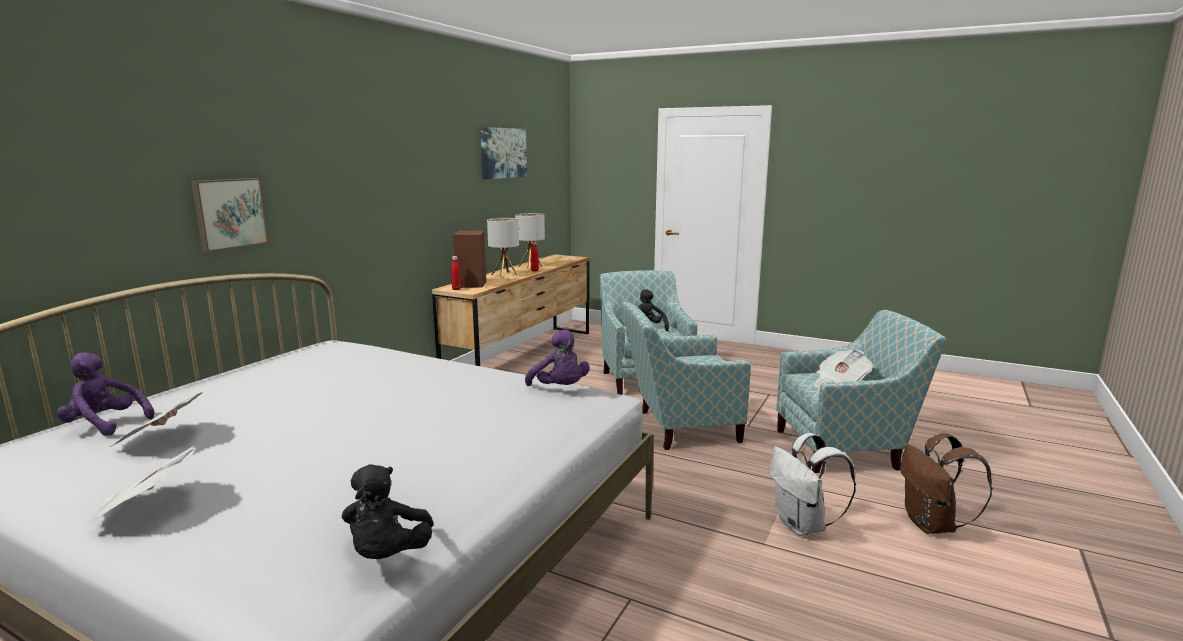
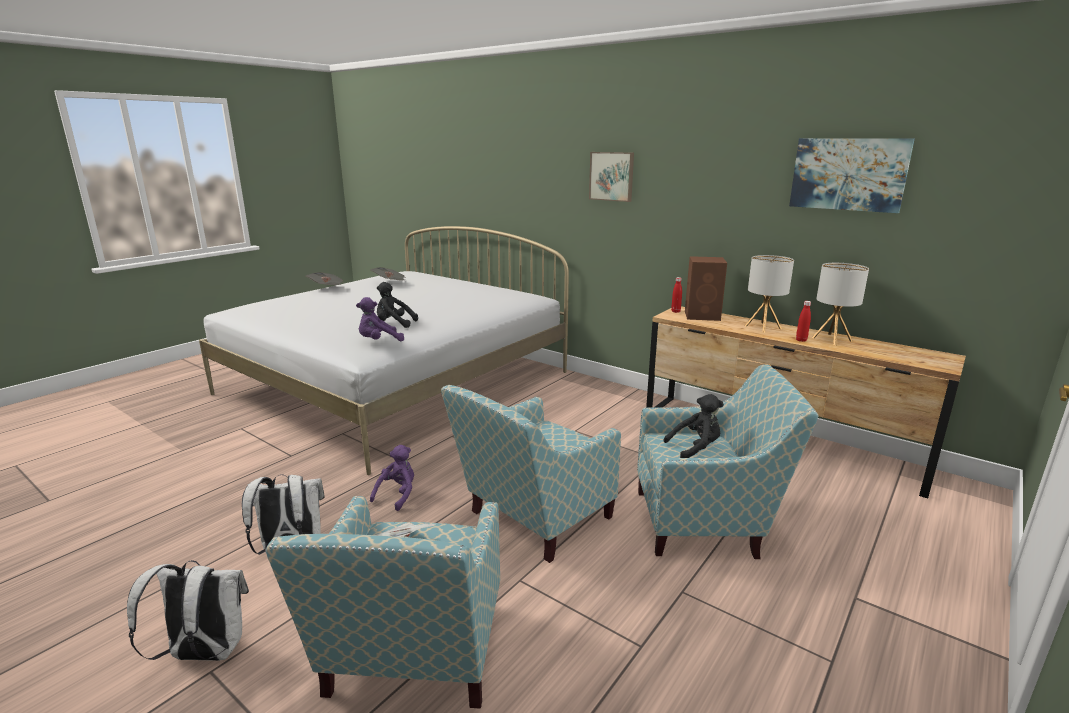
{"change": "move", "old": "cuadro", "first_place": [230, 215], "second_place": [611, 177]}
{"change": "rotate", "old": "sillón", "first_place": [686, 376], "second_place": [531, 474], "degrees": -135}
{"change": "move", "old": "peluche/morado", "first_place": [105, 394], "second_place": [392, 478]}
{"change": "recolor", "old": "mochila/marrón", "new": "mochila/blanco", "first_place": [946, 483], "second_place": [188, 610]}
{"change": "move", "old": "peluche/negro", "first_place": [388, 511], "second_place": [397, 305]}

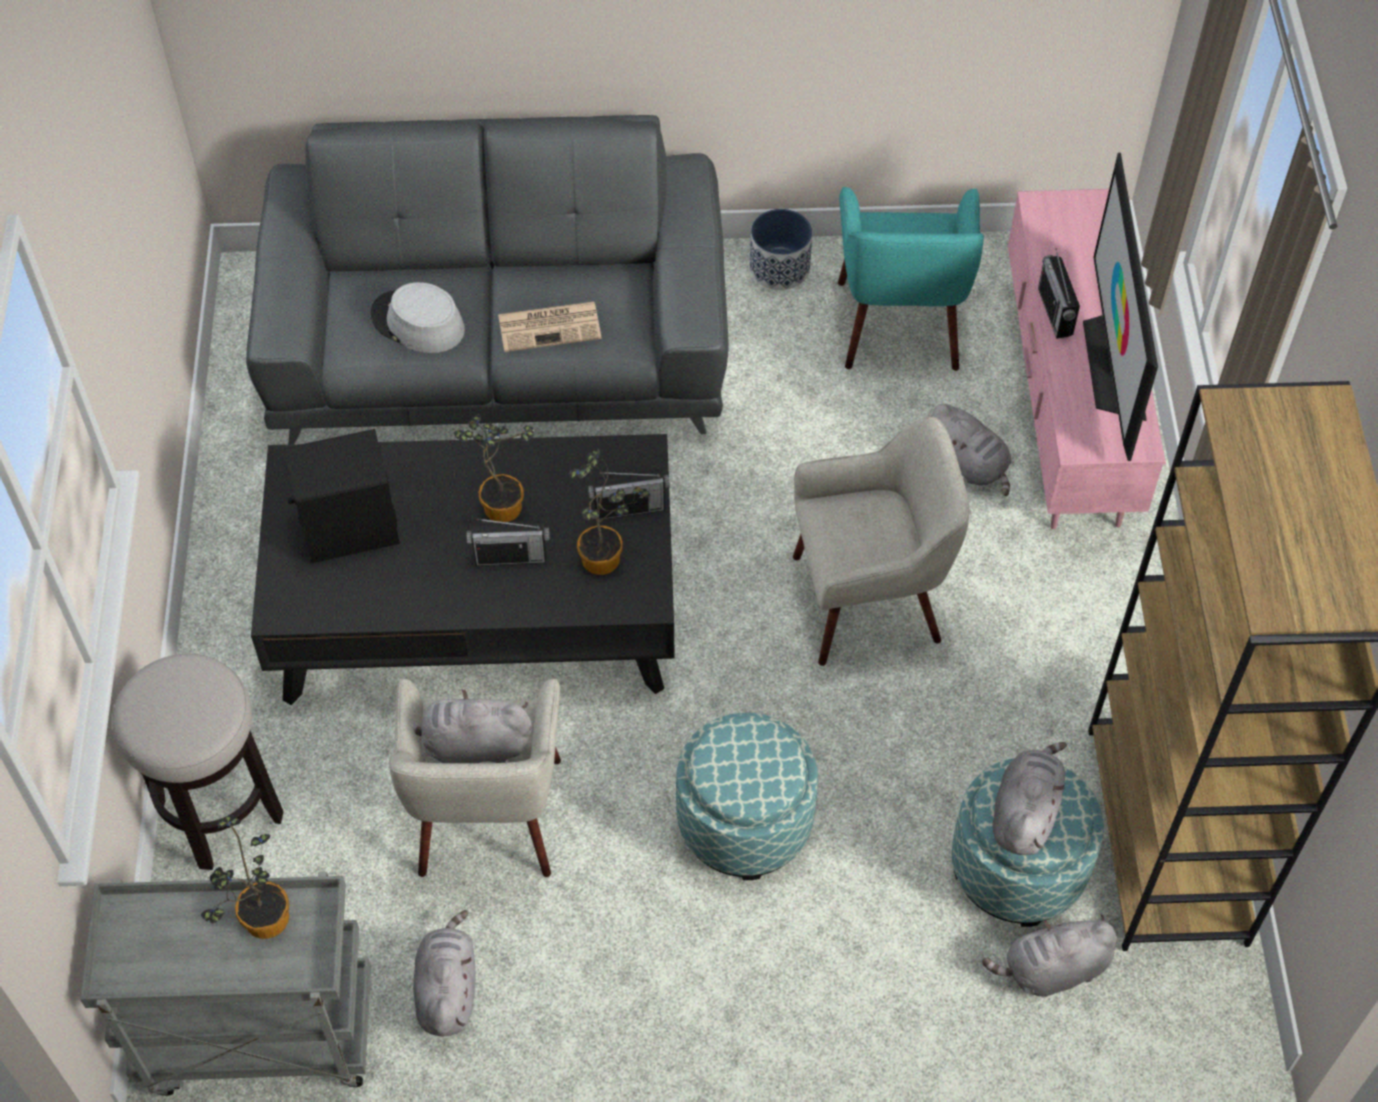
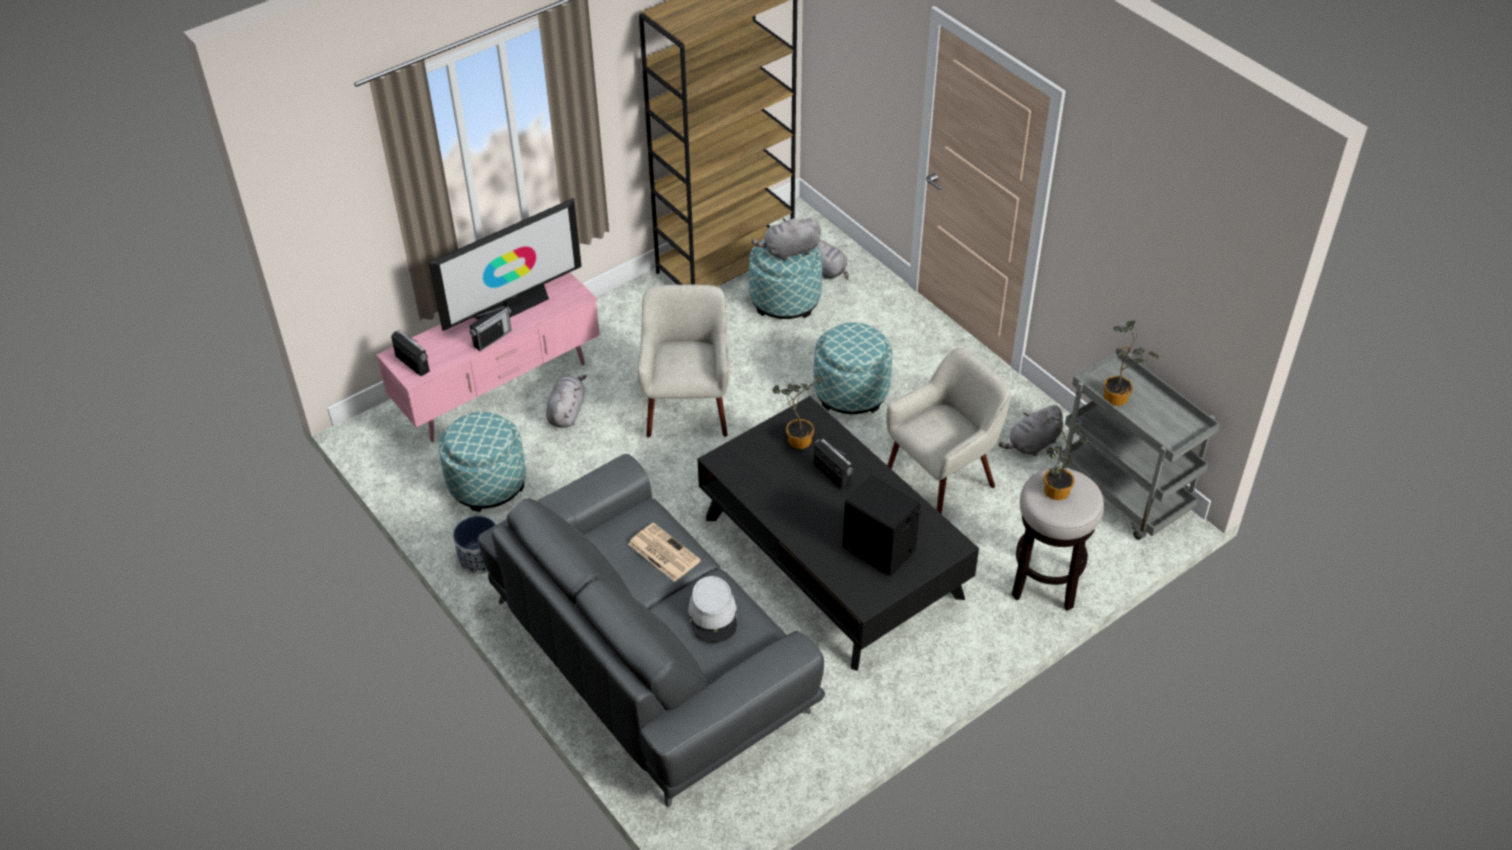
{"change": "replace", "old": "sillón/turquesa", "new": "puf", "first_place": [911, 279], "second_place": [482, 462]}
{"change": "move", "old": "planta en maceta", "first_place": [494, 468], "second_place": [1066, 458]}
{"change": "rotate", "old": "sillón/beis", "first_place": [881, 541], "second_place": [684, 361], "degrees": 45}
{"change": "move", "old": "radio", "first_place": [629, 494], "second_place": [410, 353]}
{"change": "delete", "old": "peluche/gris", "first_place": [472, 726]}

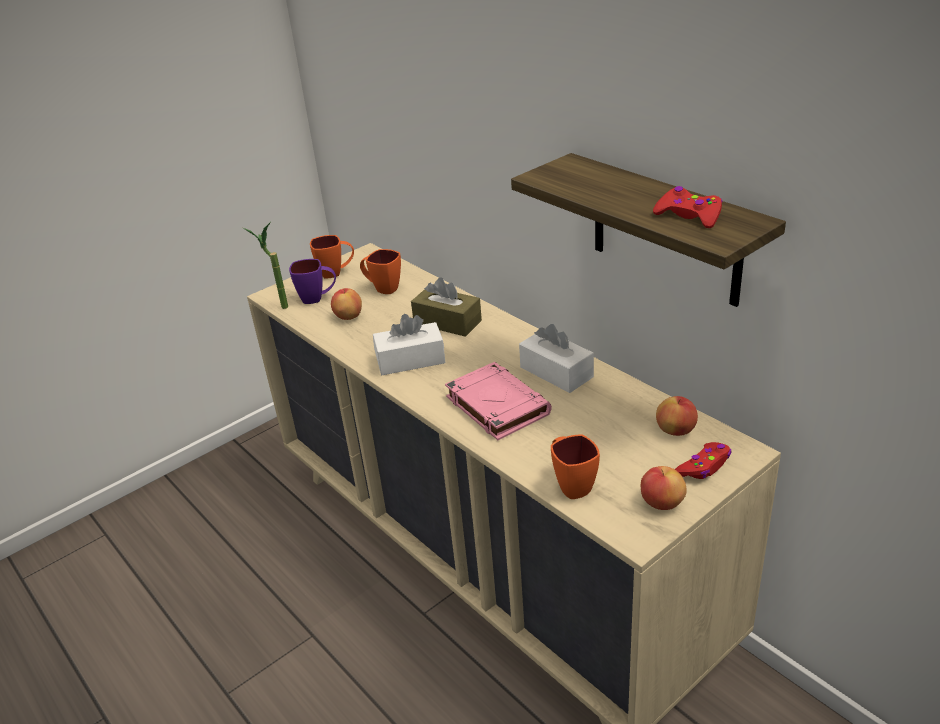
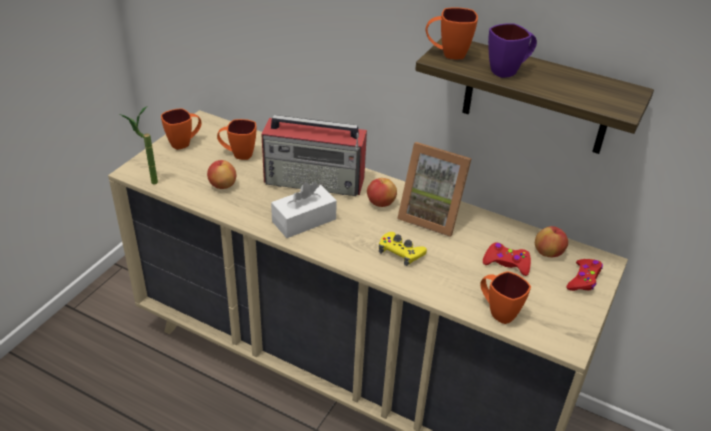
{"change": "move", "old": "mando de consola/rojo", "first_place": [688, 207], "second_place": [507, 259]}
{"change": "move", "old": "taza grande/morado", "first_place": [312, 281], "second_place": [512, 50]}
{"change": "replace", "old": "caja de pañuelos/marrón", "new": "radio", "first_place": [446, 307], "second_place": [314, 155]}
{"change": "replace", "old": "caja de pañuelos/blanco", "new": "portarretratos", "first_place": [556, 358], "second_place": [434, 189]}
{"change": "replace", "old": "libro/rosa", "new": "mando de consola/amarillo", "first_place": [498, 401], "second_place": [403, 249]}
{"change": "move", "old": "manzana", "first_place": [664, 488], "second_place": [382, 192]}
{"change": "insert", "new": "taza grande/naranja", "second_place": [452, 33]}

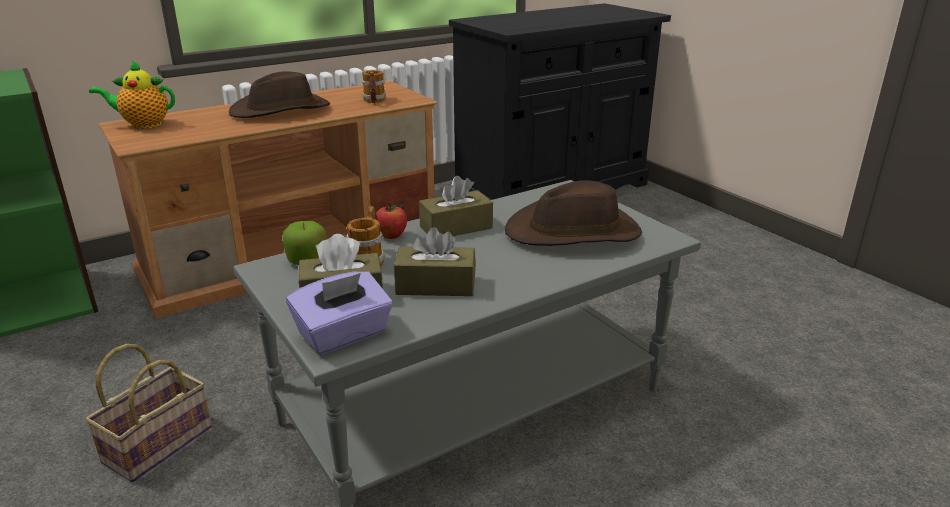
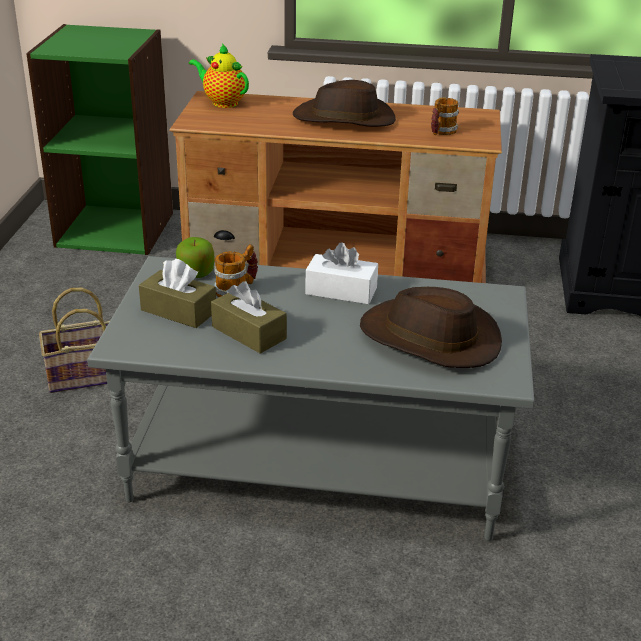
{"change": "recolor", "old": "caja de pañuelos/marrón", "new": "caja de pañuelos/blanco", "first_place": [456, 206], "second_place": [341, 273]}
{"change": "delete", "old": "manzana", "first_place": [391, 220]}
{"change": "delete", "old": "caja de pañuelos/morado", "first_place": [339, 313]}

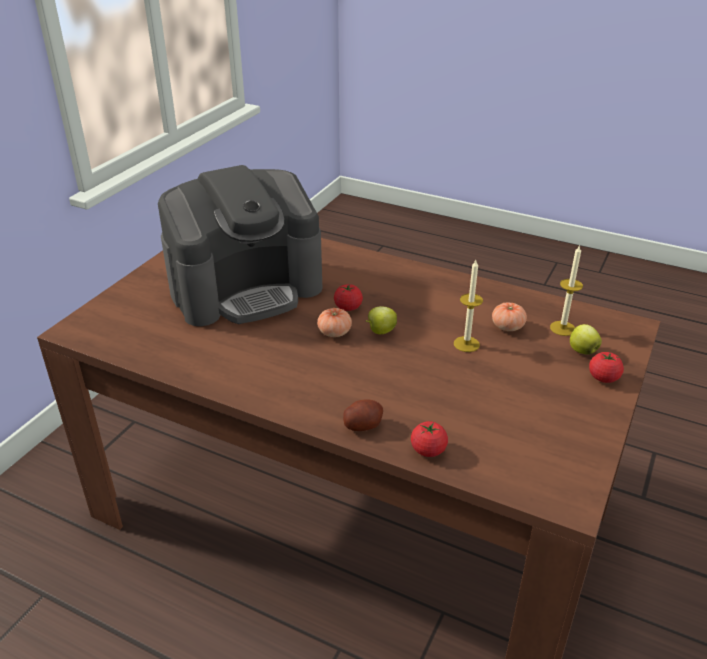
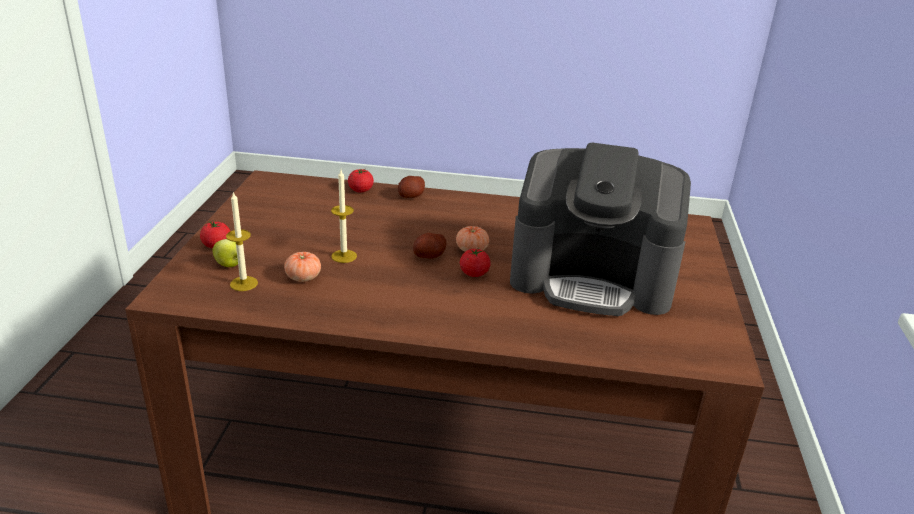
{"change": "rotate", "old": "cafetera", "first_place": [240, 245], "second_place": [600, 229], "degrees": -120}
{"change": "replace", "old": "manzana", "new": "patata", "first_place": [381, 320], "second_place": [429, 246]}

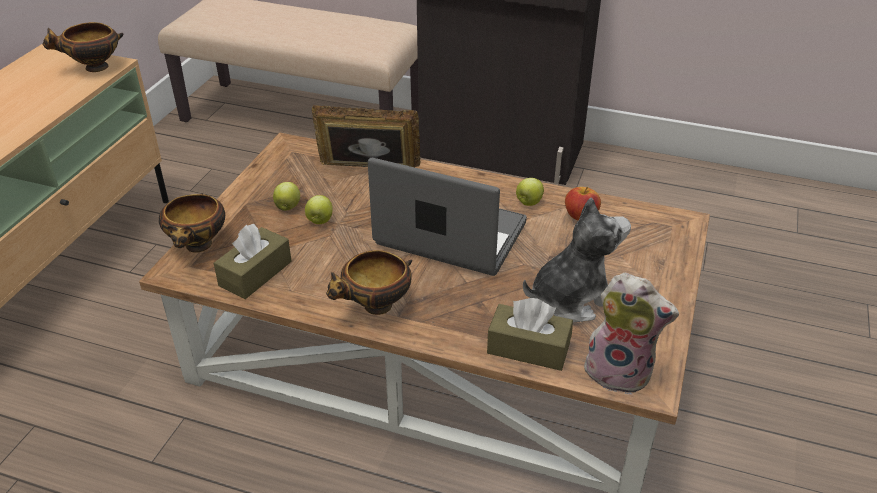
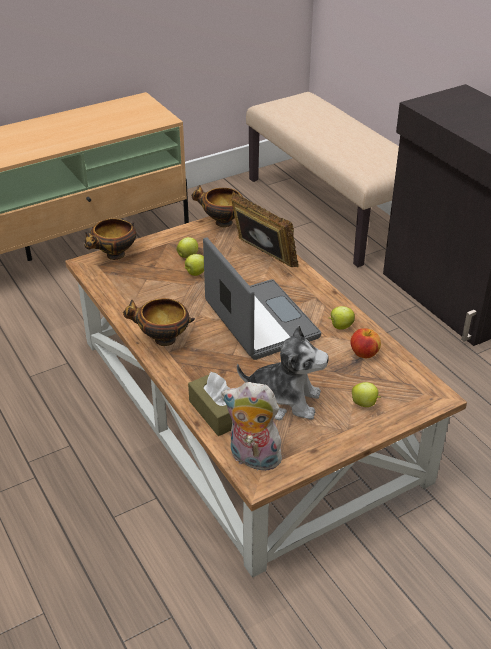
{"change": "move", "old": "cuenco", "first_place": [83, 47], "second_place": [217, 206]}
{"change": "delete", "old": "caja de pañuelos/marrón", "first_place": [253, 261]}
{"change": "rotate", "old": "peluche", "first_place": [631, 334], "second_place": [251, 426], "degrees": 135}
{"change": "insert", "new": "manzana", "second_place": [366, 394]}

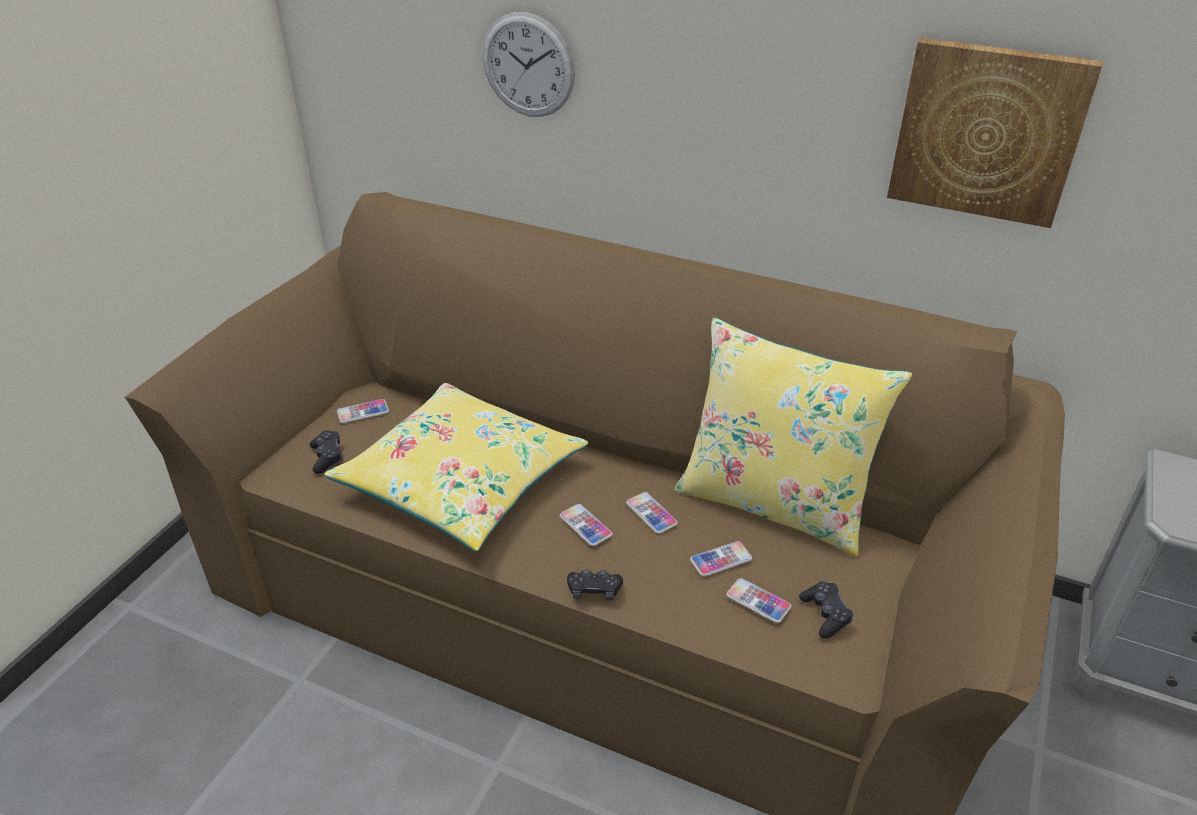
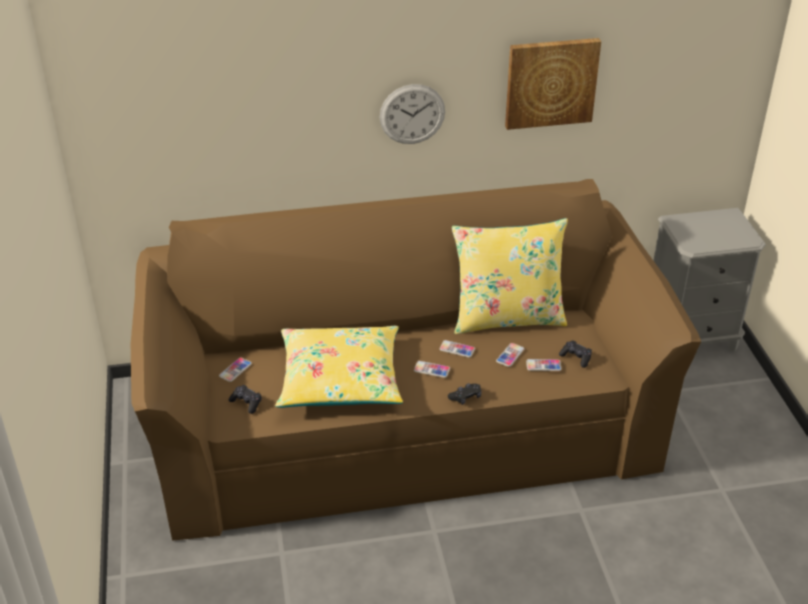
{"change": "move", "old": "reloj de pared", "first_place": [529, 64], "second_place": [412, 114]}

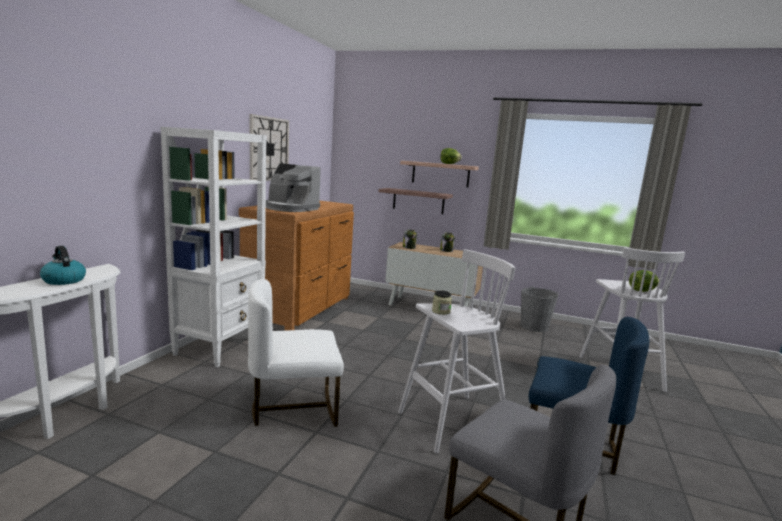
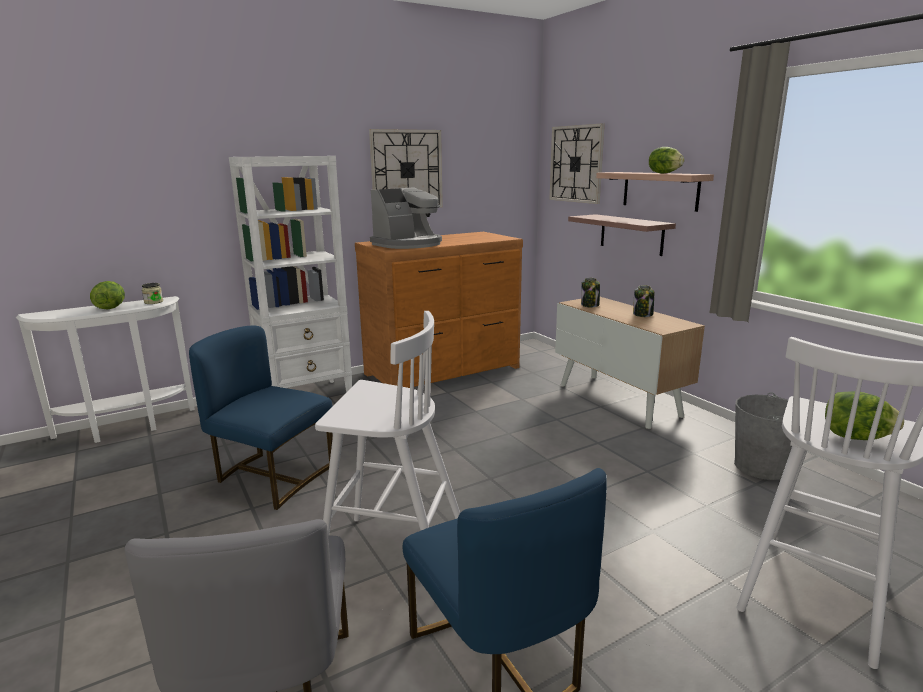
{"change": "rotate", "old": "cafetera", "first_place": [293, 187], "second_place": [406, 218], "degrees": -105}
{"change": "replace", "old": "hervidor", "new": "lechuga", "first_place": [63, 265], "second_place": [107, 295]}
{"change": "recolor", "old": "silla/blanco", "new": "silla/azul", "first_place": [296, 353], "second_place": [261, 418]}
{"change": "move", "old": "tarro", "first_place": [442, 302], "second_place": [152, 293]}
{"change": "insert", "new": "reloj de pared", "second_place": [577, 163]}

